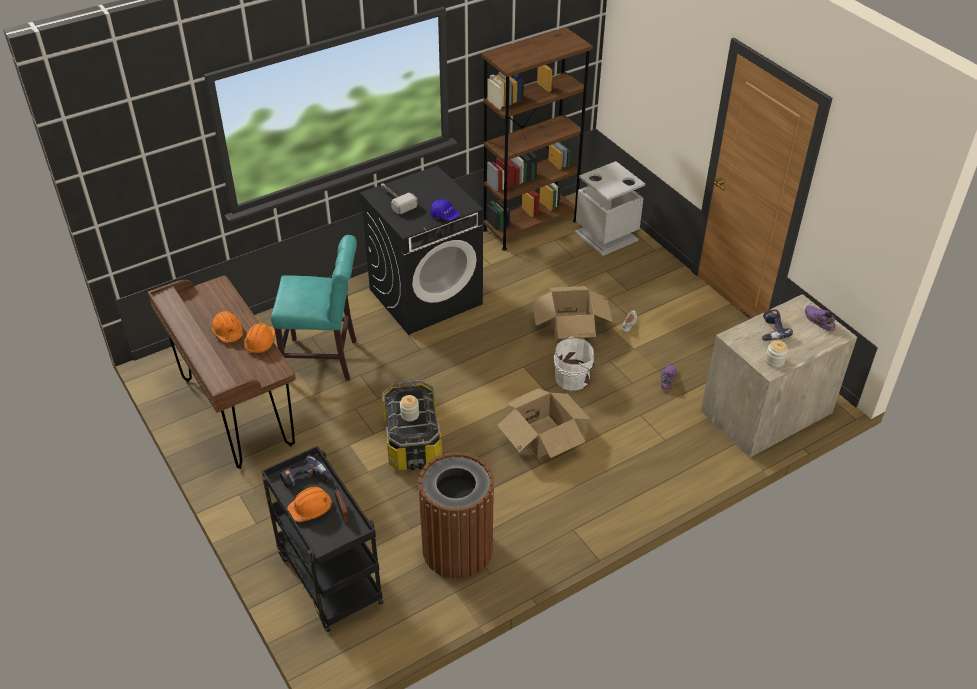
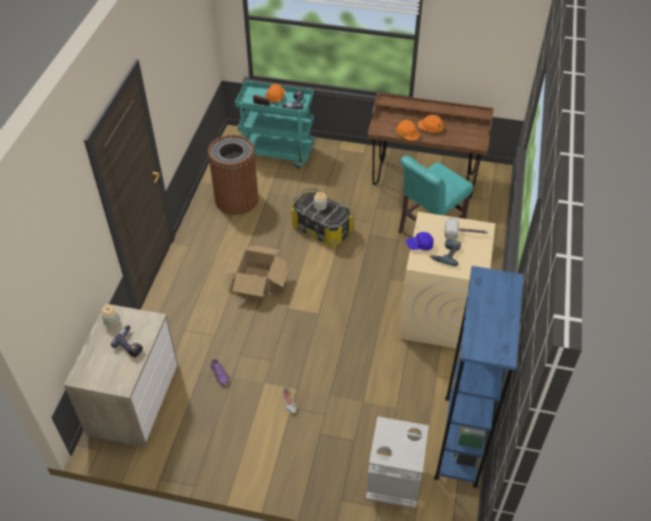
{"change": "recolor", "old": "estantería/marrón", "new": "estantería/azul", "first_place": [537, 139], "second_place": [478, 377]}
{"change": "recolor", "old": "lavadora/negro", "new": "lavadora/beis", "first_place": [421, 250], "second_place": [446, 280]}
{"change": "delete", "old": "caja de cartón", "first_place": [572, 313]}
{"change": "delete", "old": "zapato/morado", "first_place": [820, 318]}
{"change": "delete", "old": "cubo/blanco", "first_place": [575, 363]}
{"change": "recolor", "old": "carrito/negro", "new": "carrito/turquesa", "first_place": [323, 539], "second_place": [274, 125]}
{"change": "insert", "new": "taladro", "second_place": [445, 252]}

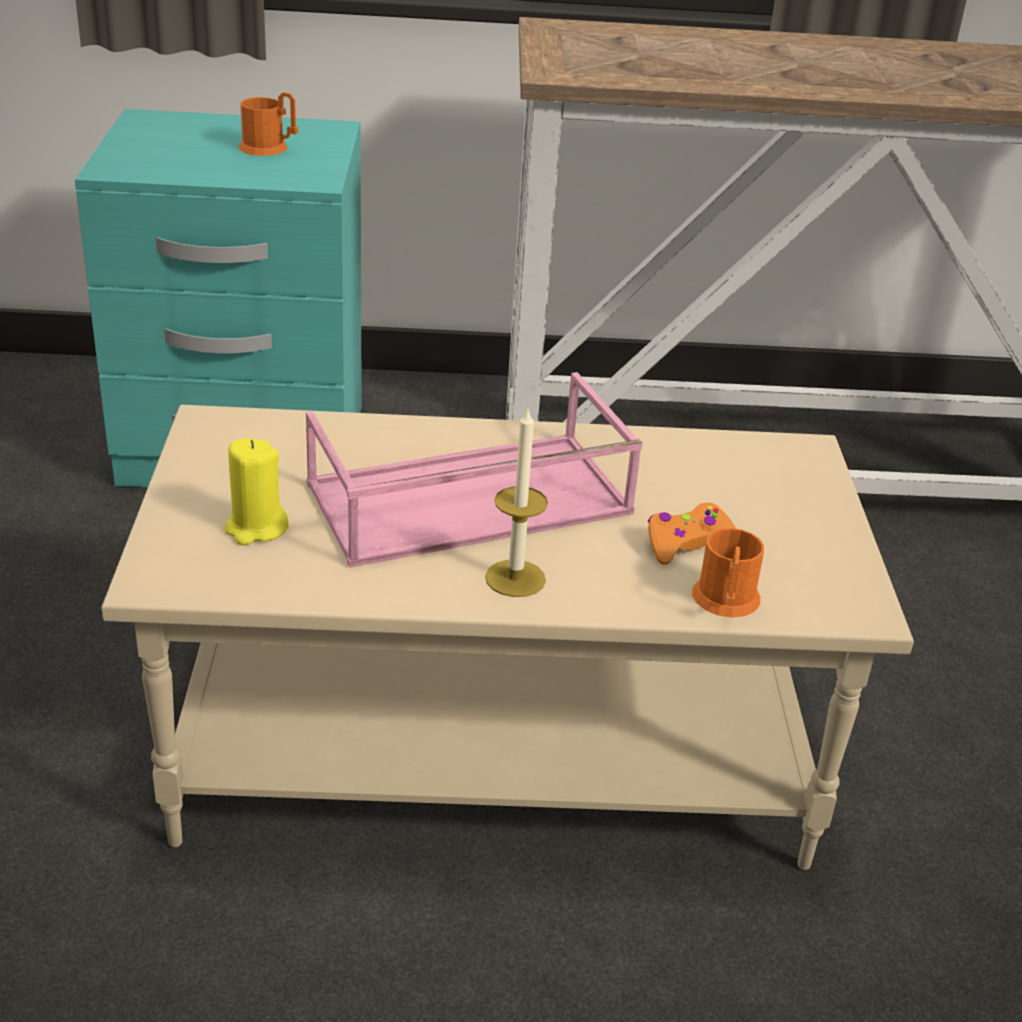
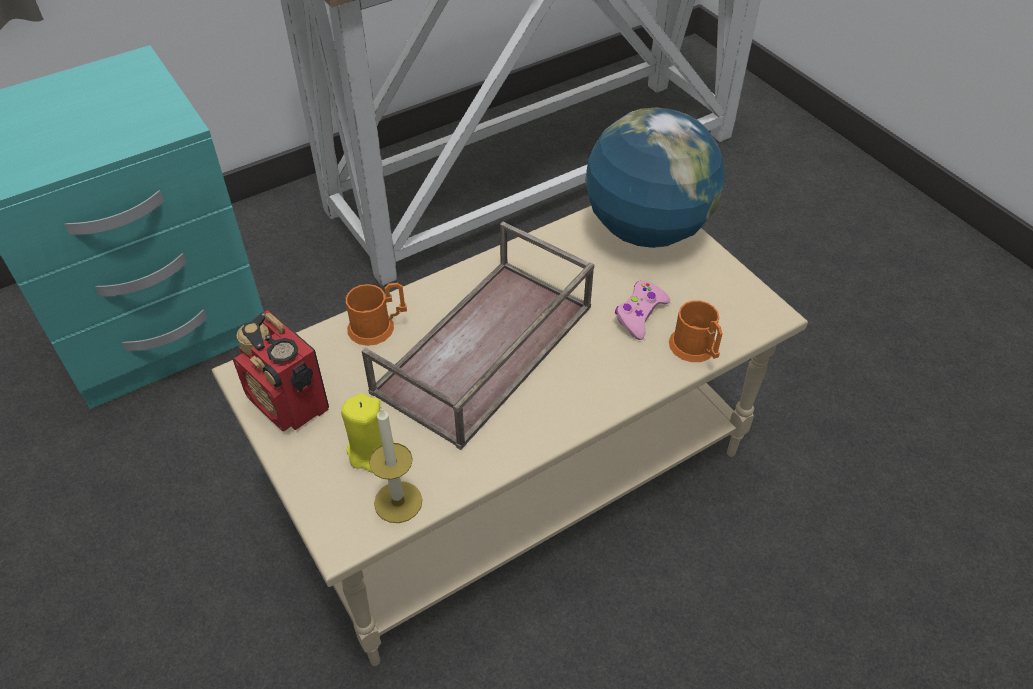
{"change": "move", "old": "taza grande/naranja", "first_place": [268, 124], "second_place": [376, 314]}
{"change": "recolor", "old": "bandeja/rosa", "new": "bandeja/marrón", "first_place": [474, 470], "second_place": [478, 336]}
{"change": "move", "old": "vela", "first_place": [516, 501], "second_place": [395, 465]}
{"change": "recolor", "old": "mando de consola/naranja", "new": "mando de consola/rosa", "first_place": [692, 534], "second_place": [642, 310]}
{"change": "insert", "new": "globo terráqueo", "second_place": [655, 178]}
{"change": "insert", "new": "radio", "second_place": [281, 370]}

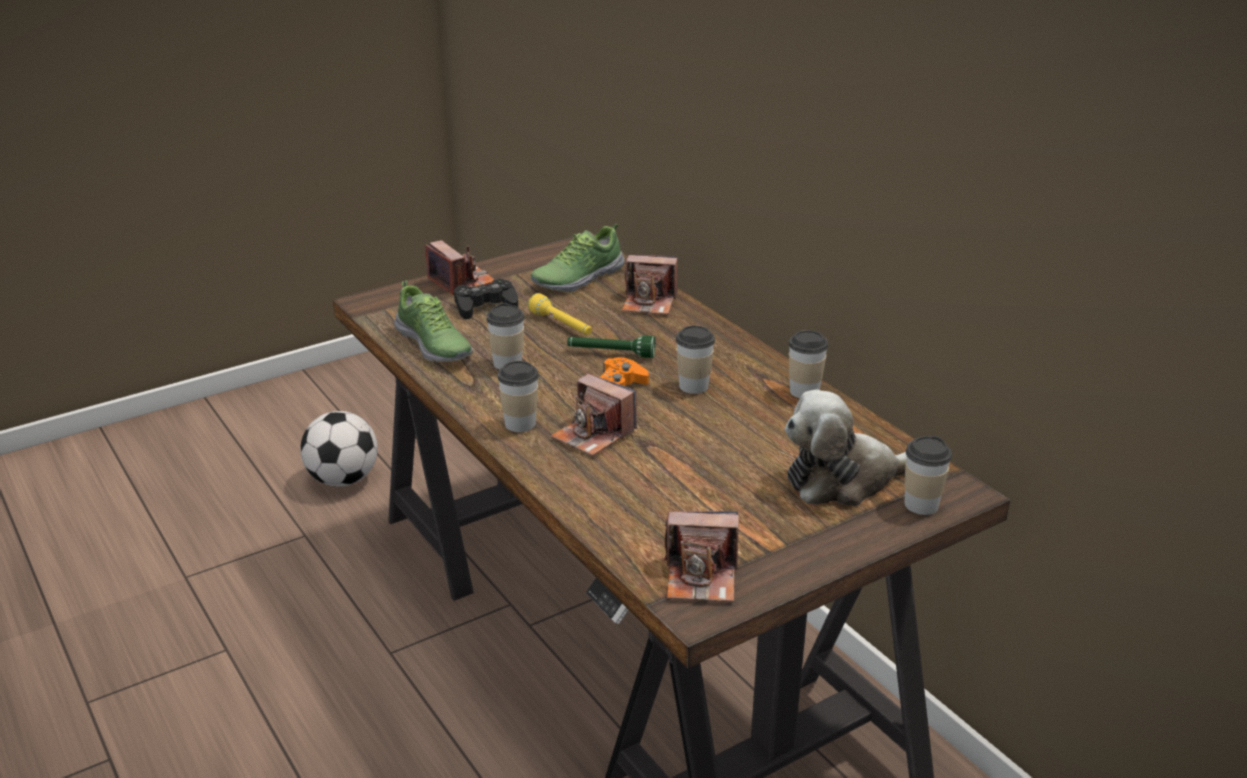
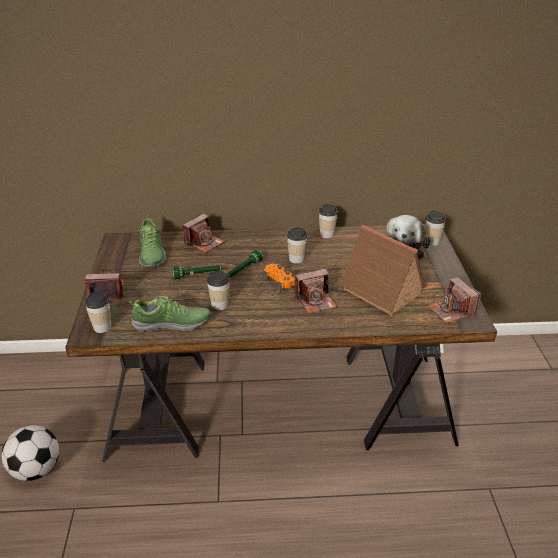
{"change": "delete", "old": "mando de consola/negro", "first_place": [486, 299]}
{"change": "recolor", "old": "linterna/amarillo", "new": "linterna/verde", "first_place": [560, 314], "second_place": [197, 272]}
{"change": "move", "old": "taza", "first_place": [518, 396], "second_place": [98, 312]}
{"change": "rotate", "old": "cámara", "first_place": [701, 556], "second_place": [454, 300], "degrees": 120}
{"change": "insert", "new": "casita", "second_place": [379, 270]}

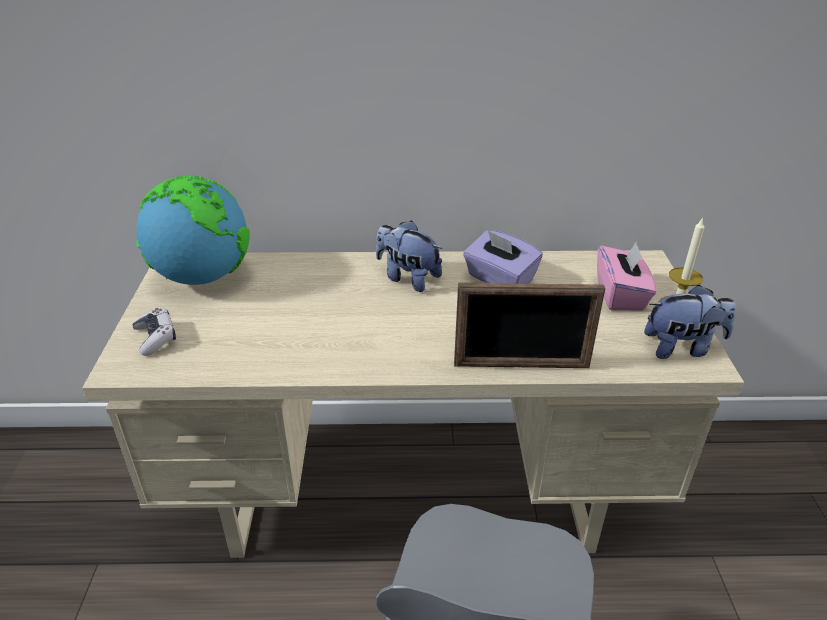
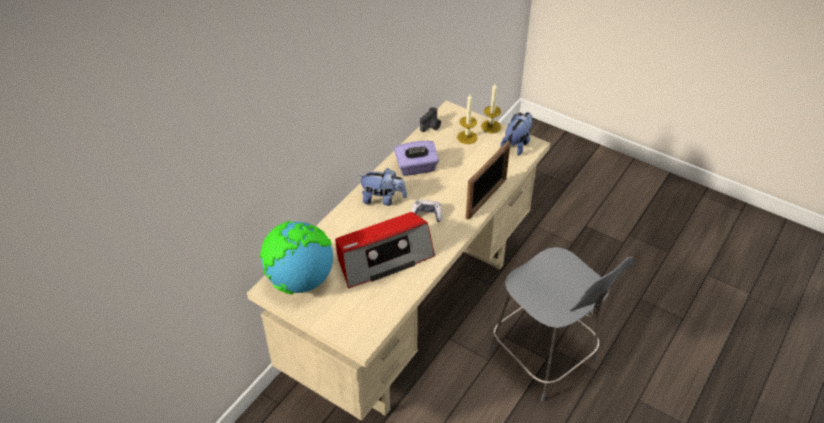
{"change": "rotate", "old": "peluche", "first_place": [409, 256], "second_place": [382, 187], "degrees": -150}
{"change": "replace", "old": "caja de pañuelos/rosa", "new": "vela", "first_place": [627, 276], "second_place": [467, 119]}
{"change": "move", "old": "mando de consola", "first_place": [154, 332], "second_place": [426, 211]}
{"change": "insert", "new": "cámara", "second_place": [430, 119]}
{"change": "insert", "new": "radio", "second_place": [385, 250]}

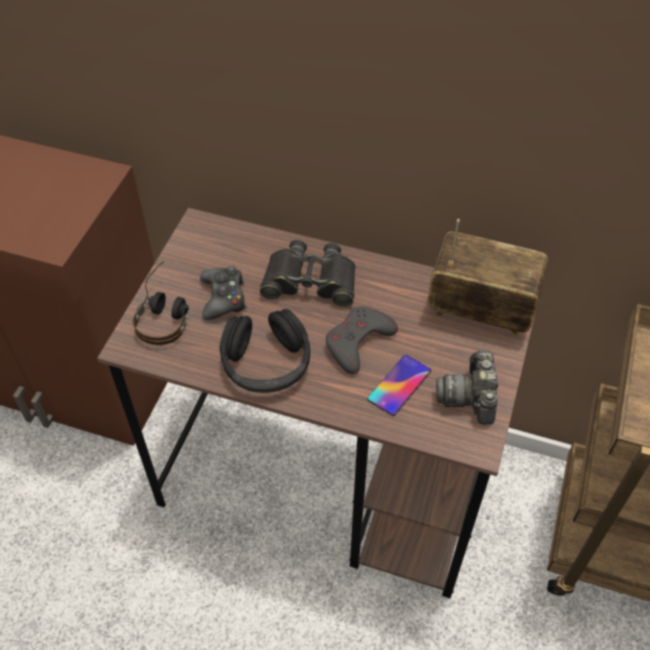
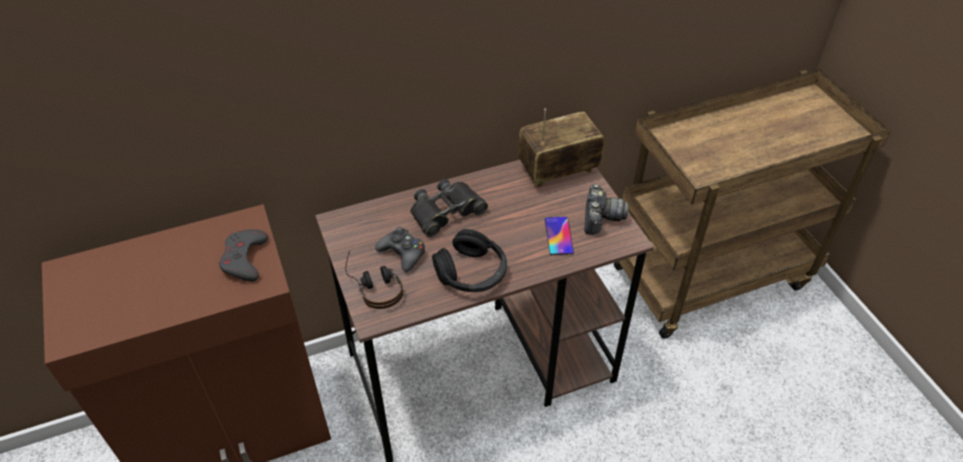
{"change": "move", "old": "mando de consola/gris", "first_place": [362, 340], "second_place": [243, 255]}
{"change": "rotate", "old": "cámara", "first_place": [467, 387], "second_place": [606, 209], "degrees": -135}

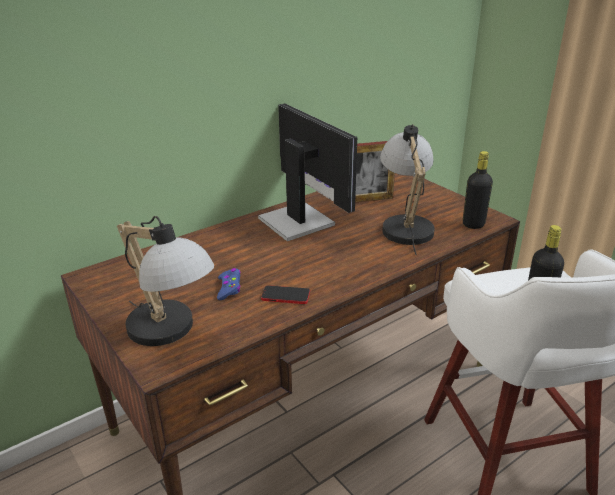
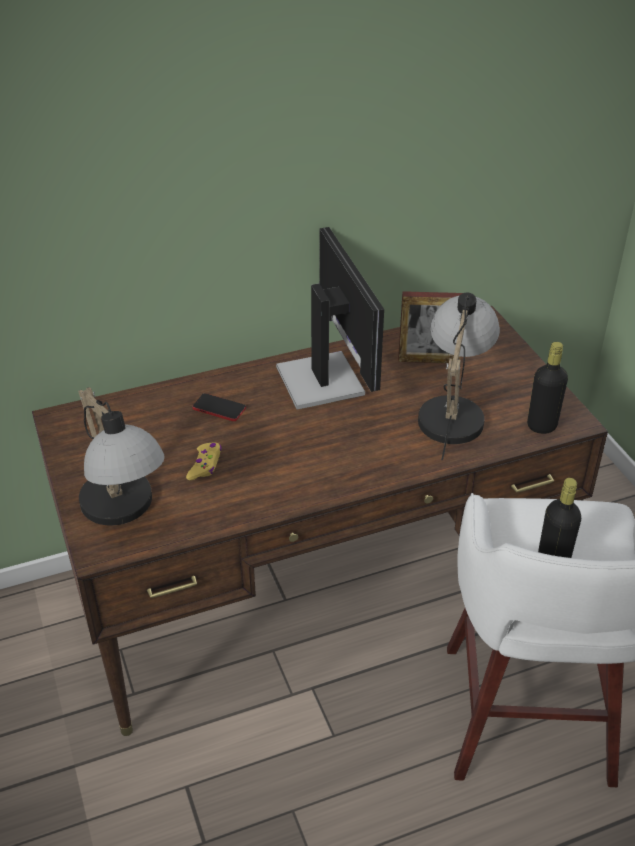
{"change": "recolor", "old": "mando de consola/azul", "new": "mando de consola/amarillo", "first_place": [229, 284], "second_place": [204, 461]}
{"change": "move", "old": "móvil", "first_place": [285, 294], "second_place": [219, 407]}

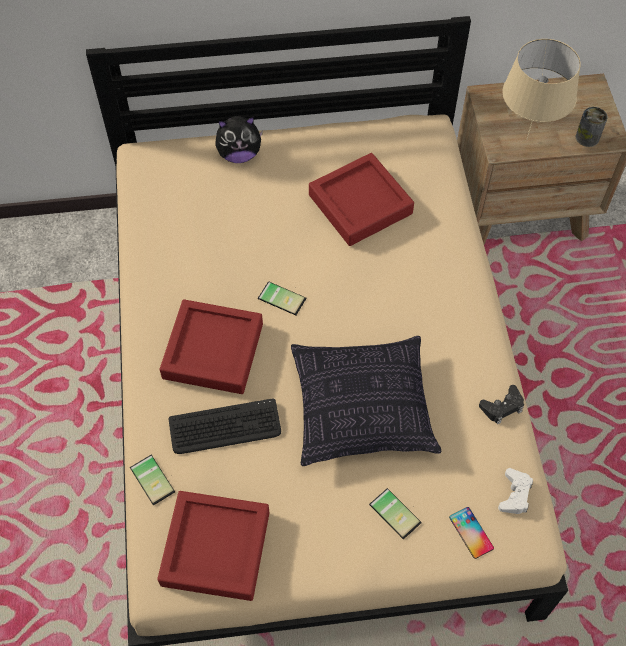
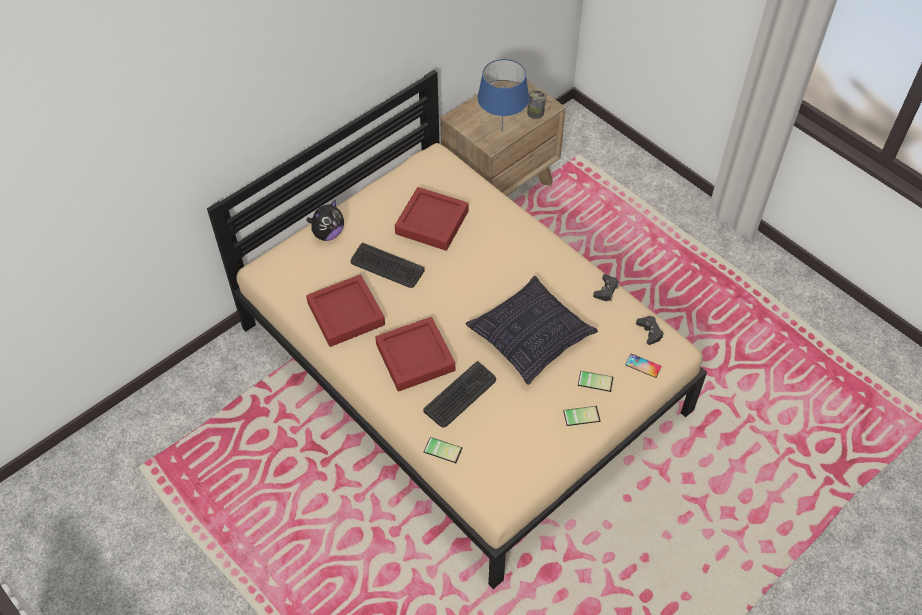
{"change": "recolor", "old": "lámpara de mesa/beis", "new": "lámpara de mesa/azul", "first_place": [541, 89], "second_place": [503, 93]}
{"change": "move", "old": "móvil", "first_place": [282, 298], "second_place": [582, 414]}
{"change": "recolor", "old": "mando de consola/blanco", "new": "mando de consola/negro", "first_place": [515, 491], "second_place": [650, 330]}
{"change": "move", "old": "bandeja/rojo", "first_place": [213, 546], "second_place": [345, 311]}
{"change": "insert", "new": "teclado", "second_place": [388, 265]}

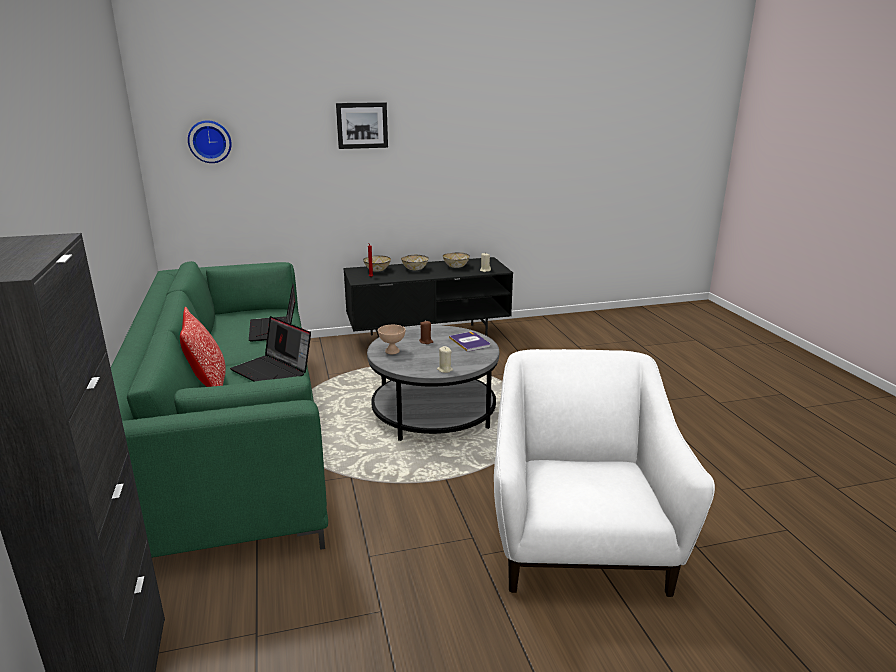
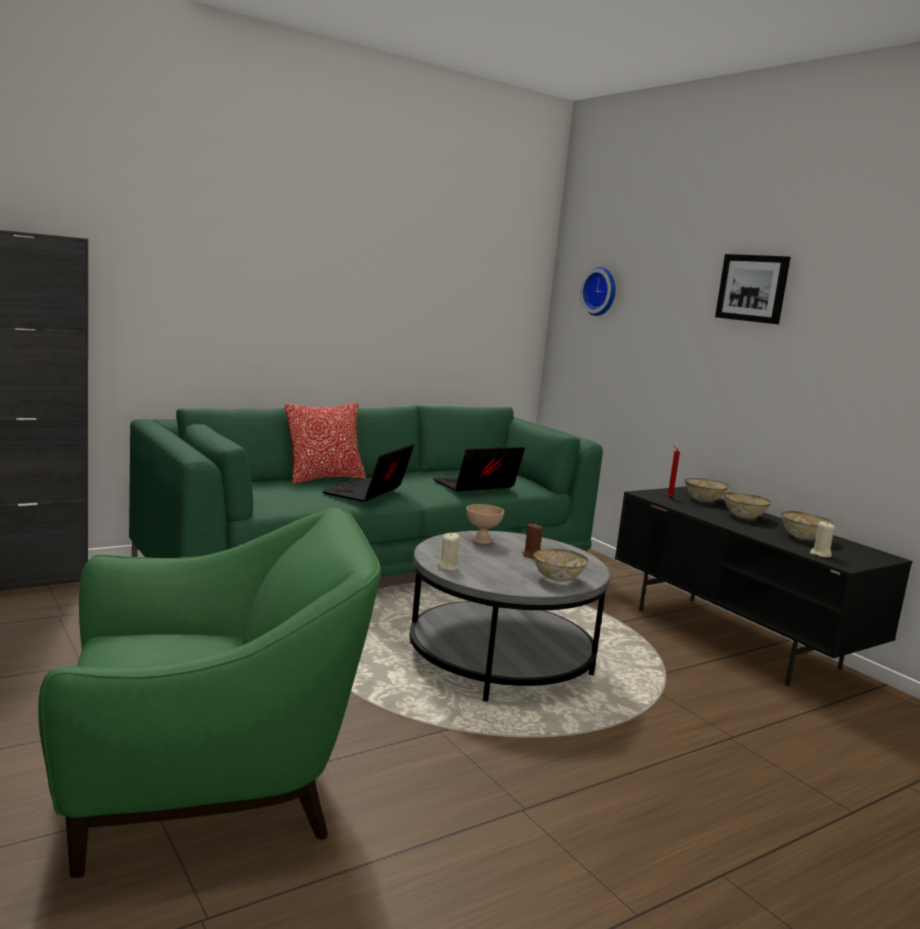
{"change": "replace", "old": "libro", "new": "cuenco", "first_place": [469, 342], "second_place": [560, 565]}
{"change": "recolor", "old": "sillón/blanco", "new": "sillón/verde", "first_place": [604, 473], "second_place": [209, 693]}

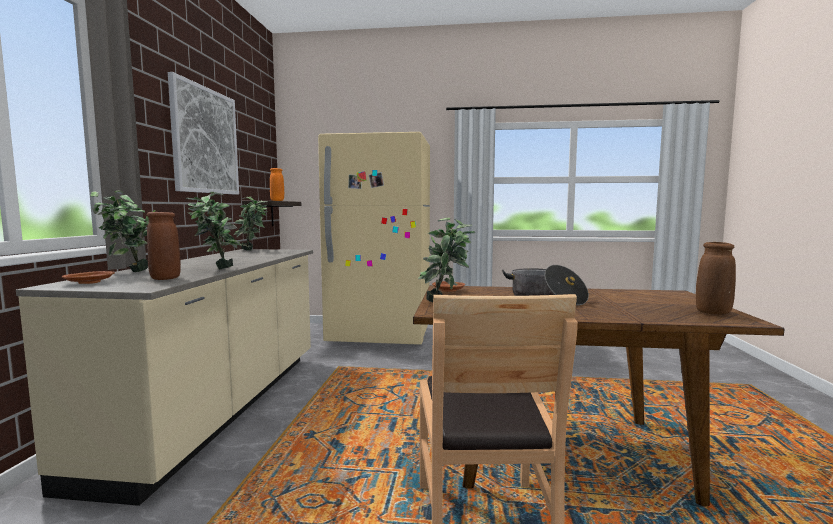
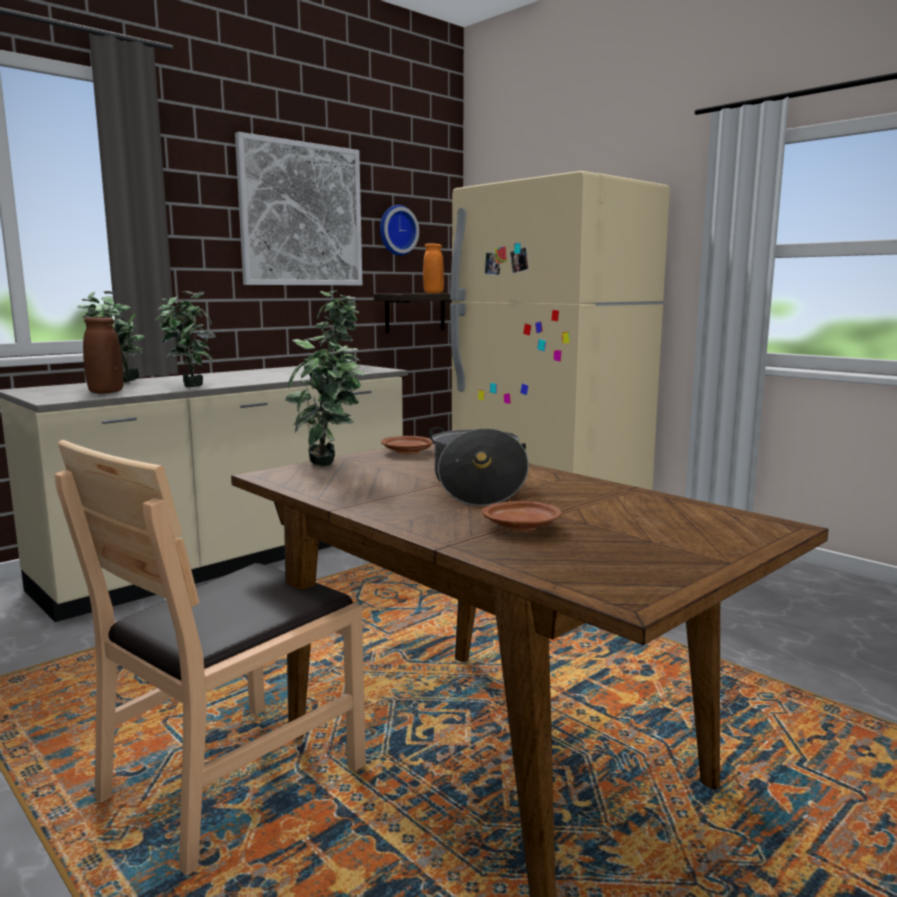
{"change": "delete", "old": "florero/marrón", "first_place": [716, 278]}
{"change": "move", "old": "plato/marrón", "first_place": [88, 277], "second_place": [522, 515]}
{"change": "insert", "new": "reloj de pared", "second_place": [399, 230]}

